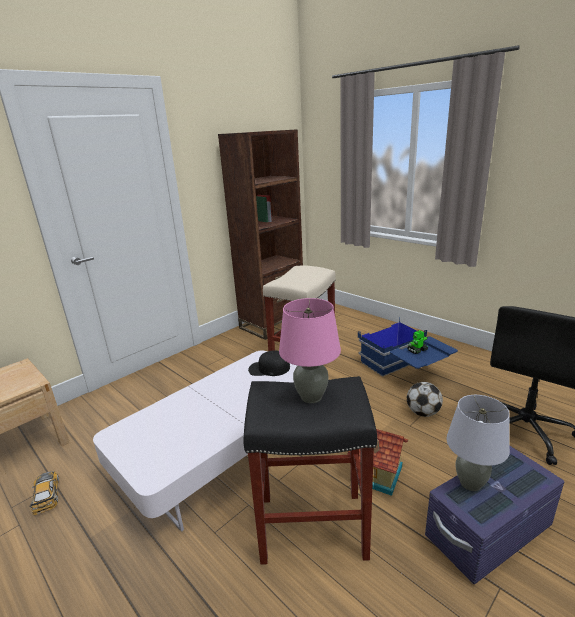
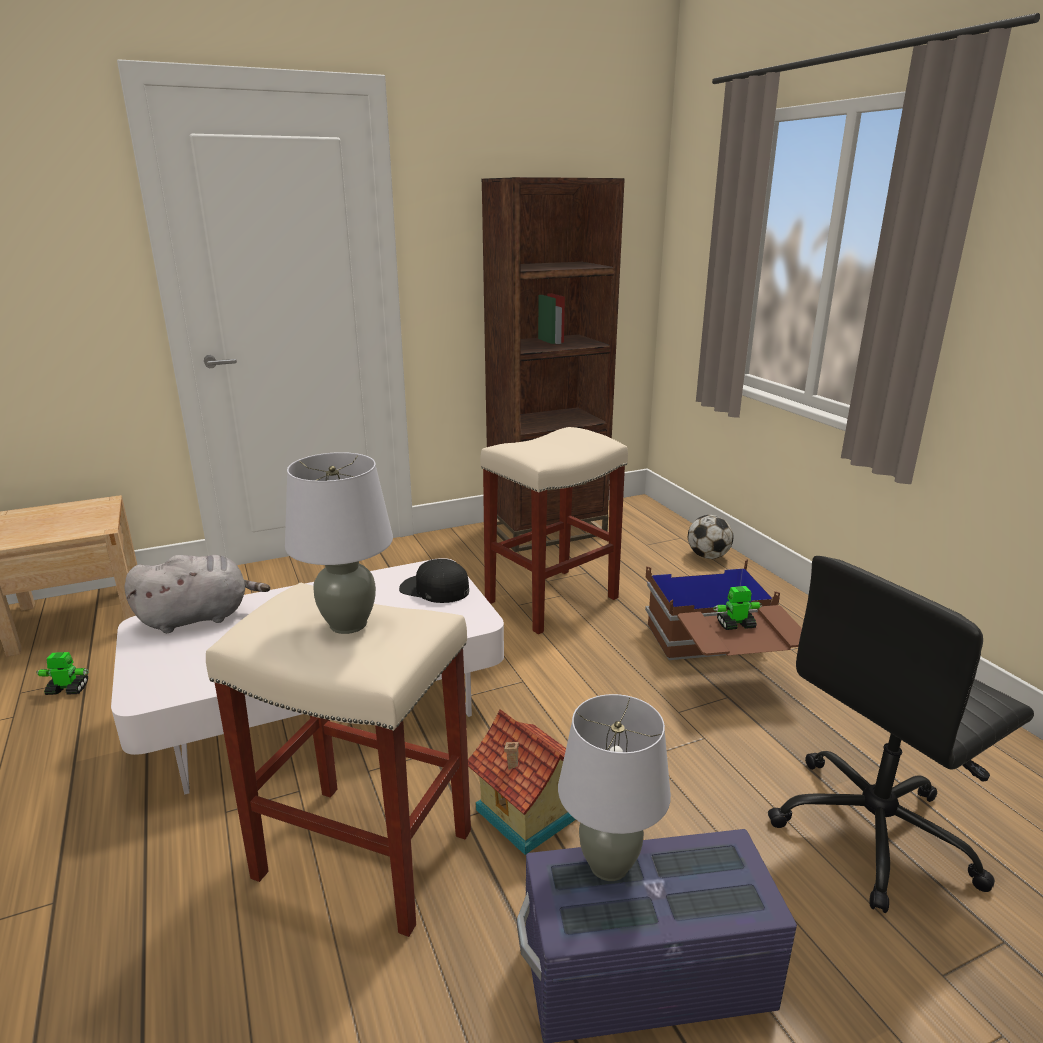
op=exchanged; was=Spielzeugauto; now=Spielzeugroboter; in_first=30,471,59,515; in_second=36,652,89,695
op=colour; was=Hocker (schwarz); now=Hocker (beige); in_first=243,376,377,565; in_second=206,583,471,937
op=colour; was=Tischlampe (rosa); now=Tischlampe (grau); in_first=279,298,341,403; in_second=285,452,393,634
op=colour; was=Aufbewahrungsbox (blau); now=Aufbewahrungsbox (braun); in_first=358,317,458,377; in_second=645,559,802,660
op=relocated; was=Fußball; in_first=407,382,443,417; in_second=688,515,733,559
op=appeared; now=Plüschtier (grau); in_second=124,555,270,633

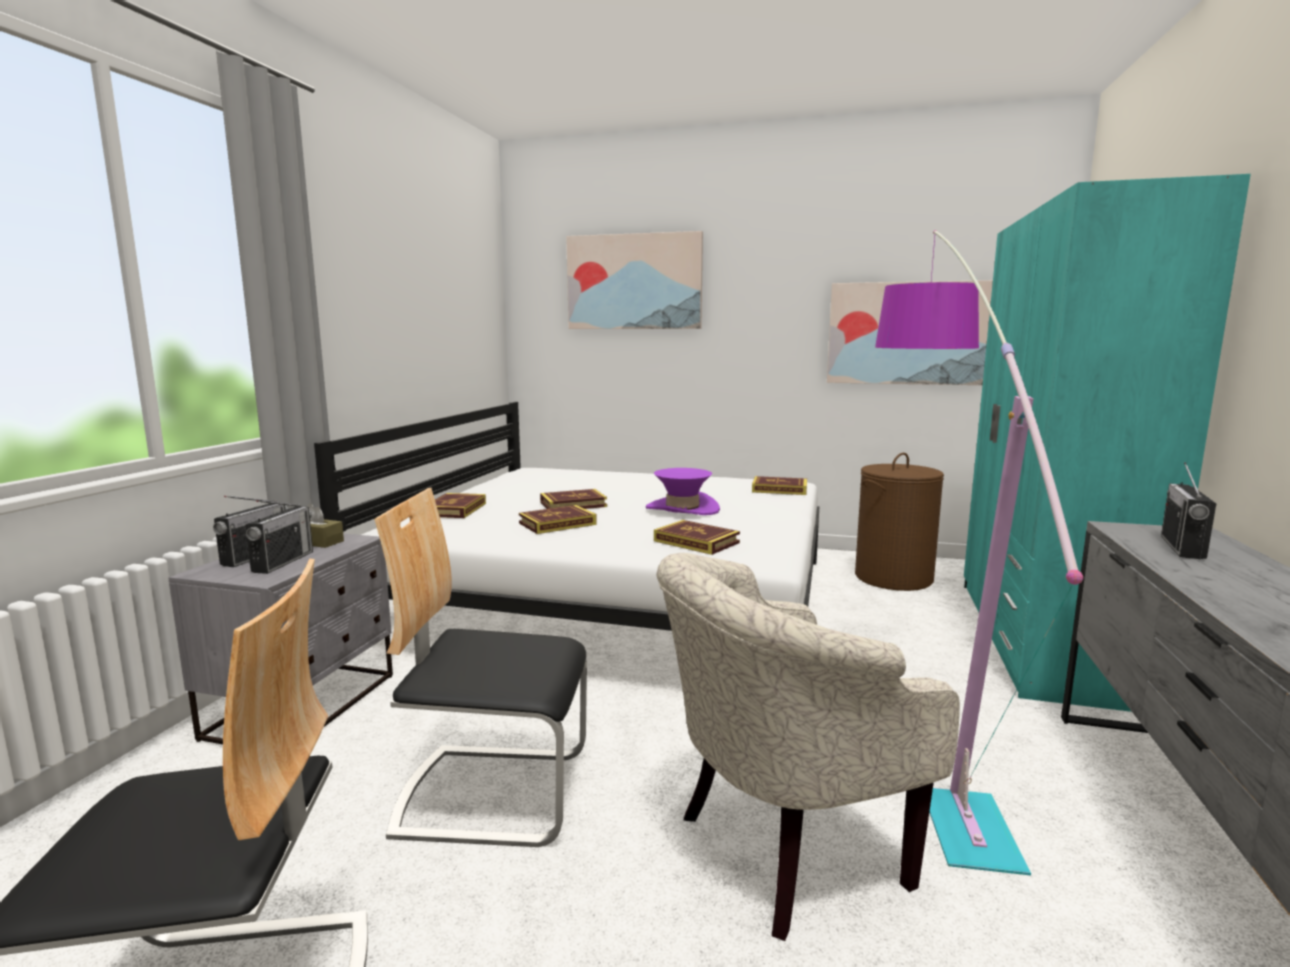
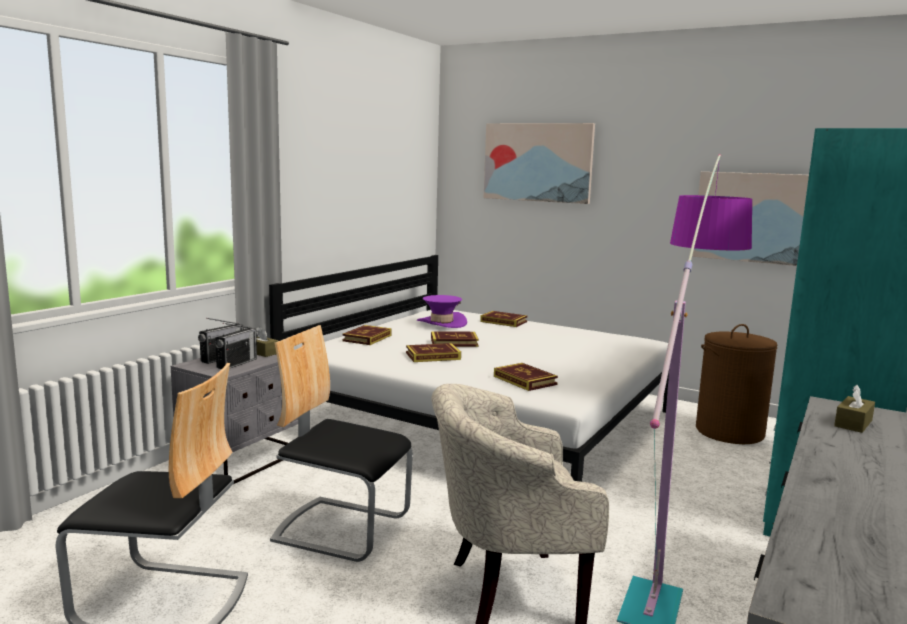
op=relocated; was=Hut (lila); in_first=646,468,720,515; in_second=417,295,467,328
op=relocated; was=Buch; in_first=752,476,807,495; in_second=480,311,528,327
op=exchanged; was=Radio; now=Taschentuchbox (braun); in_first=1161,462,1216,559; in_second=834,385,875,433

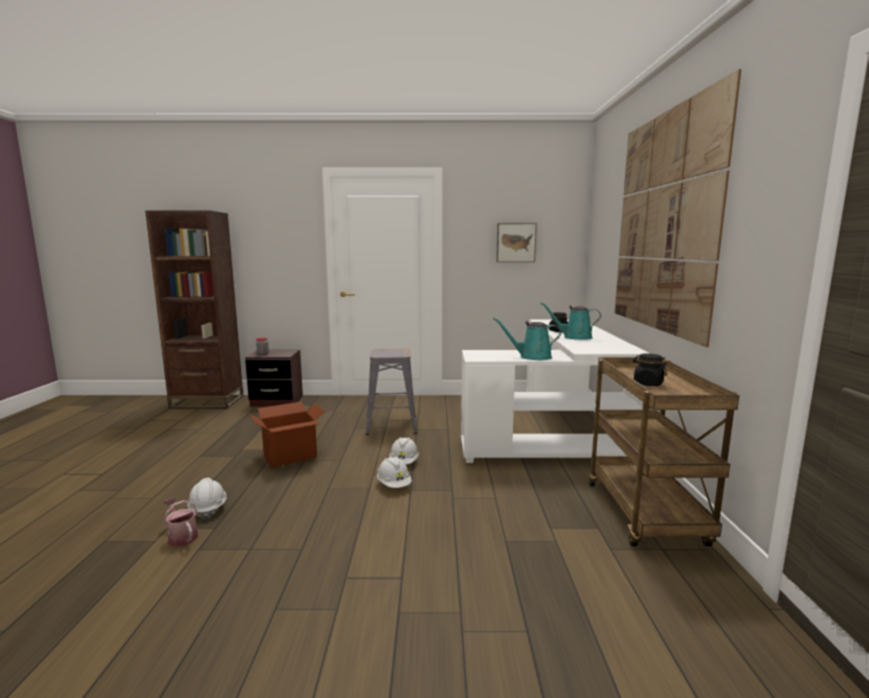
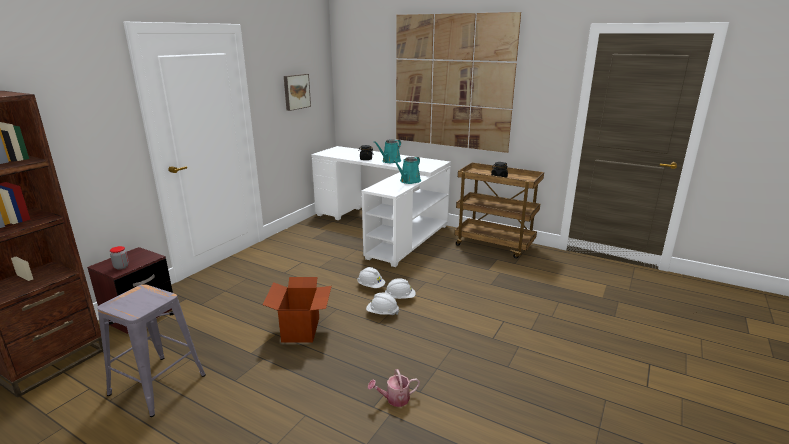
op=relocated; was=Schutzhelm (weiß); in_first=187,478,227,520; in_second=366,293,399,315
op=relocated; was=Hocker (grau); in_first=366,349,417,435; in_second=97,284,206,417

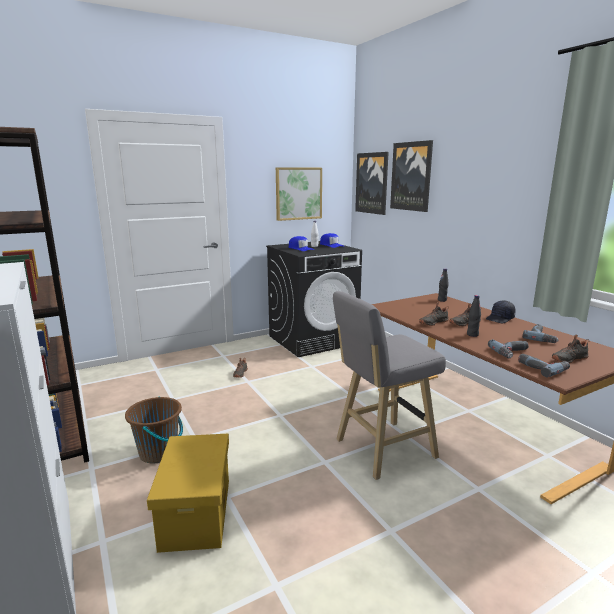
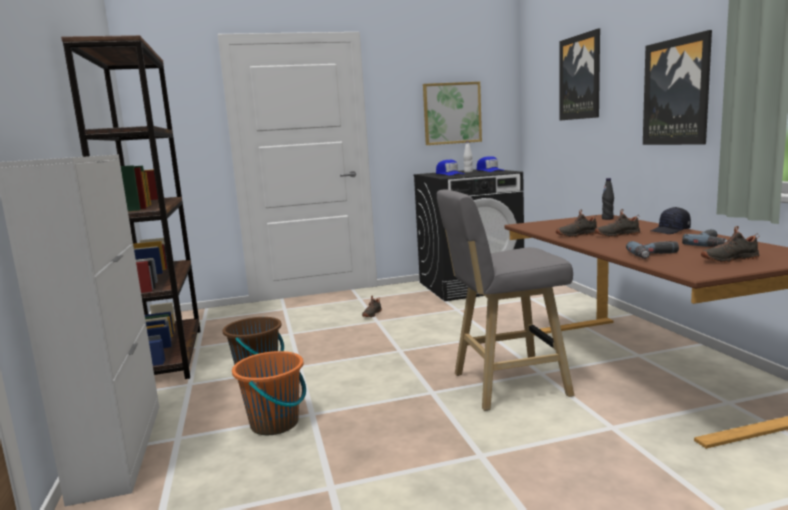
op=exchanged; was=Aufbewahrungsbox (gelb); now=Eimer (orange); in_first=147,434,229,553; in_second=232,351,306,435
op=relocated; was=Bild; in_first=355,152,389,215; in_second=643,30,712,145
op=missing; was=Flasche (schwarz); in_first=467,295,481,337
op=missing; was=Bohrmaschine; in_first=518,354,570,377

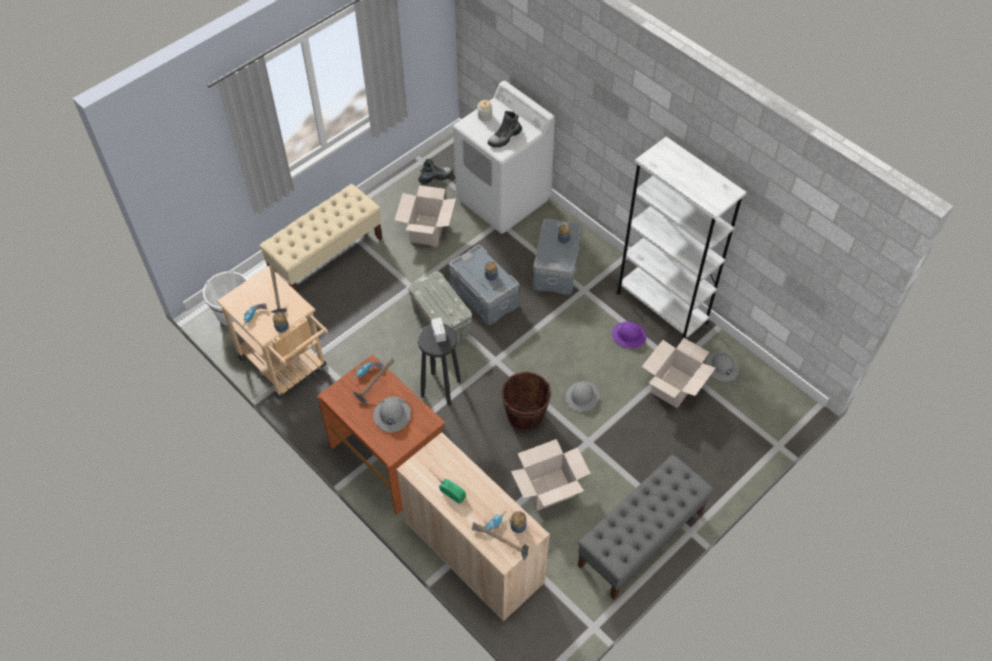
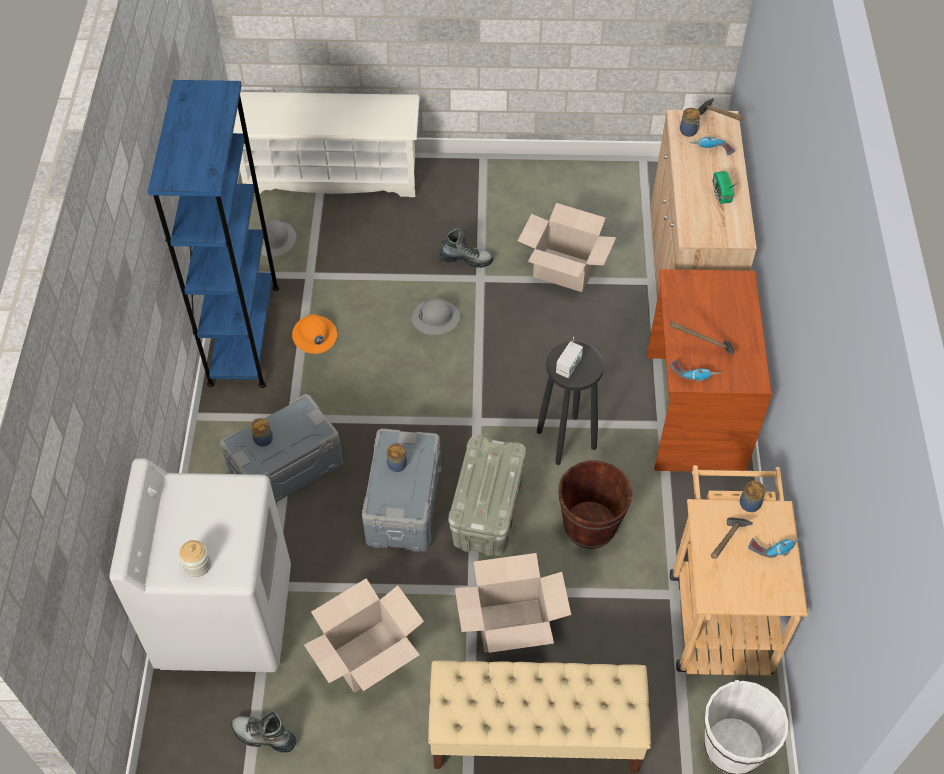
op=missing; was=Schutzhelm (grau); in_first=373,397,411,432
op=relocated; was=Stiefel; in_first=488,111,522,148; in_second=439,228,493,268
op=relocated; was=Eimer (braun); in_first=502,372,551,432; in_second=558,460,633,549
op=missing; was=Bank (grau); in_first=578,455,714,600
op=colour; was=Schutzhelm (lila); now=Schutzhelm (orange); in_first=612,322,647,348; in_second=292,314,337,354
op=colour; was=Bücherregal (weiß); now=Bücherregal (blau); in_first=616,137,747,342; in_second=148,80,279,388
op=relocated; was=Karton; in_first=642,338,716,408; in_second=455,553,571,653
op=appeared; now=Schuhregal (weiß); in_second=233,92,420,197

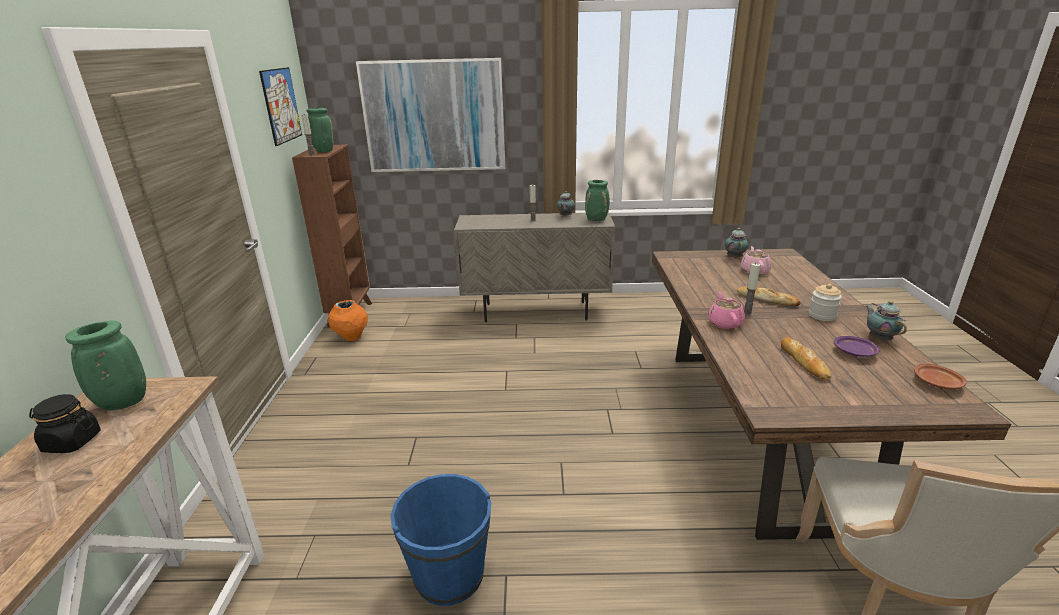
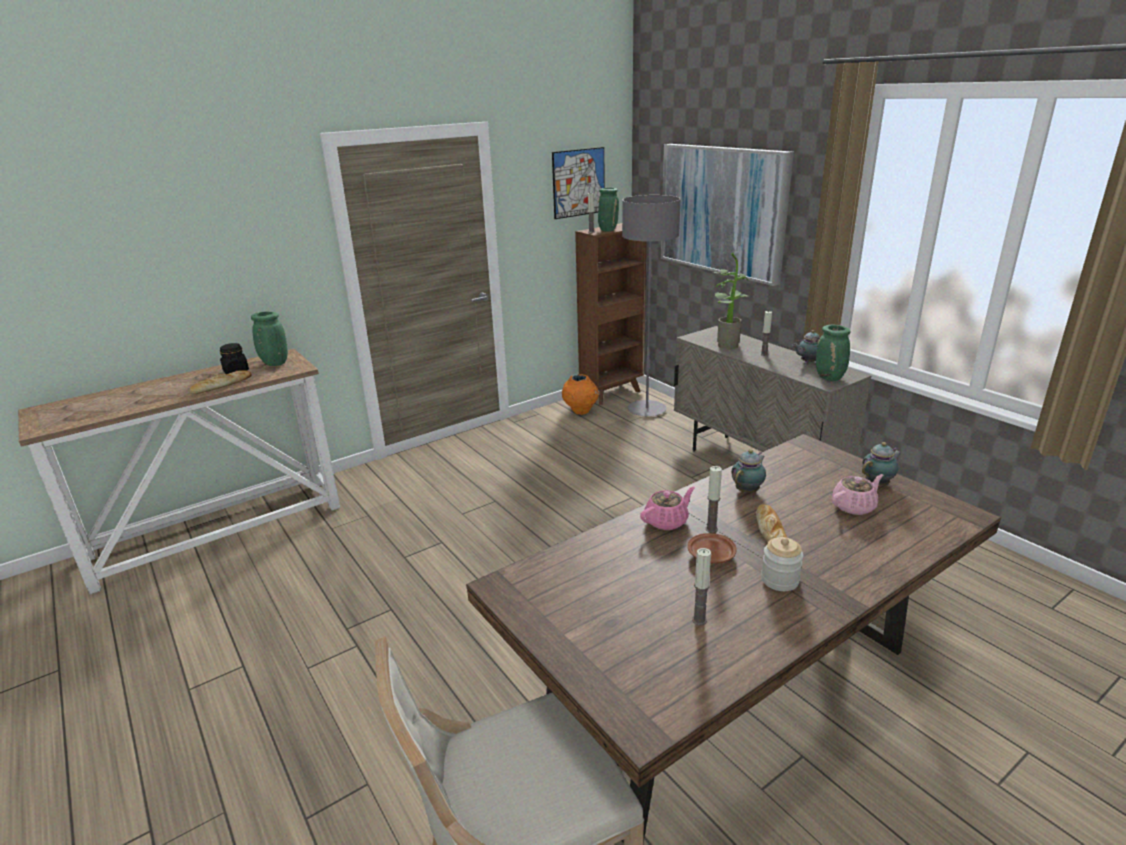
op=missing; was=Eimer (blau); in_first=390,474,491,606
op=relocated; was=Brot; in_first=781,337,831,380; in_second=190,370,252,394
op=exchanged; was=Teller (lila); now=Kerze; in_first=834,336,880,357; in_second=692,548,711,626
op=relocated; was=Teekanne; in_first=866,301,907,342; in_second=731,449,766,493
op=relocated; was=Teller (braun); in_first=914,364,967,389; in_second=687,533,737,564
op=appeared; now=Stehlampe (grau); in_second=622,195,681,416
op=appeared; now=Topfpflanze; in_second=713,253,749,349

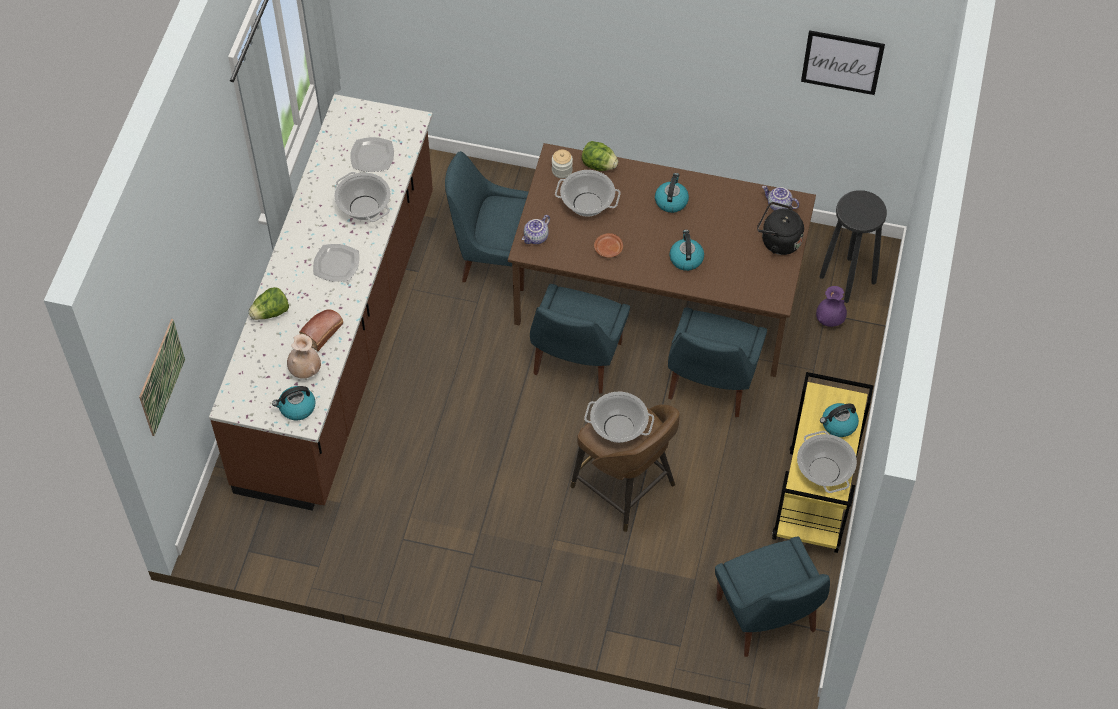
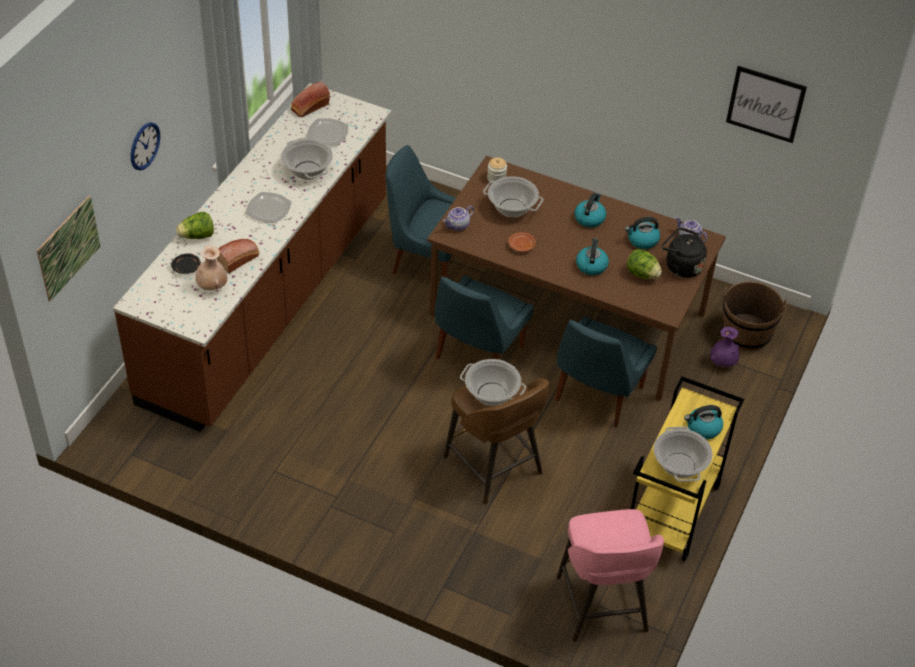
op=relocated; was=Wasserkessel; in_first=272,386,316,420; in_second=625,217,660,249
op=relocated; was=Salatkopf; in_first=581,141,618,171; in_second=627,249,662,279
op=exchanged; was=Stuhl (blau); now=Hocker (rosa); in_first=715,537,830,657; in_second=557,509,664,642
op=exchanged; was=Hocker (schwarz); now=Eimer (braun); in_first=820,190,887,303; in_second=722,281,787,351
op=appeared; now=Wanduhr; in_second=131,122,160,171
op=appeared; now=Teller (schwarz); in_second=171,253,201,274
op=appeared; now=Brot; in_second=291,82,330,117

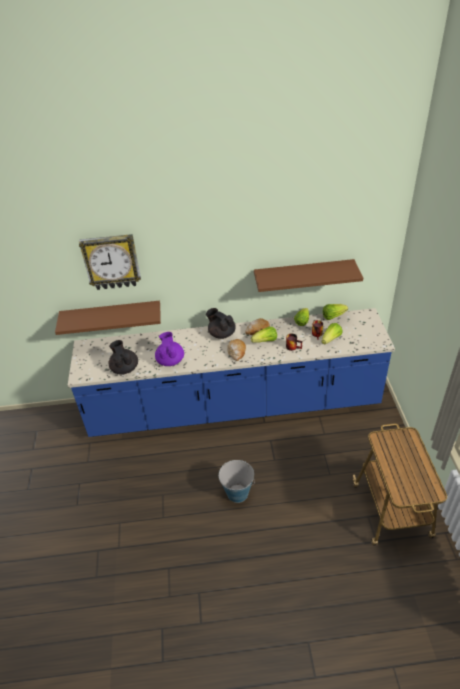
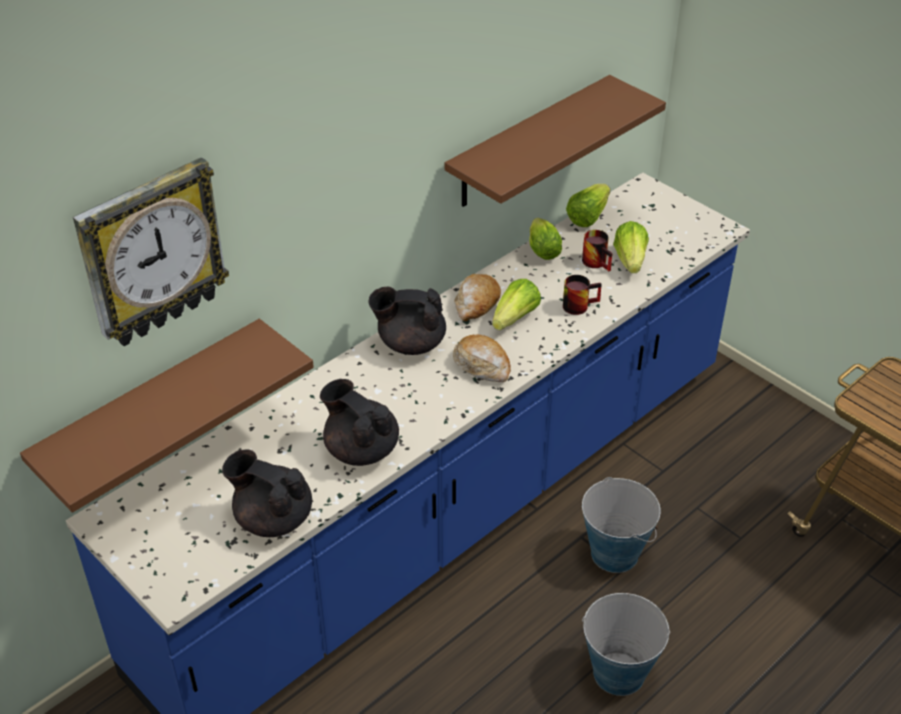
op=colour; was=Teekanne (lila); now=Teekanne (schwarz); in_first=155,332,184,366; in_second=320,379,399,466
op=appeared; now=Eimer; in_second=582,477,661,573

